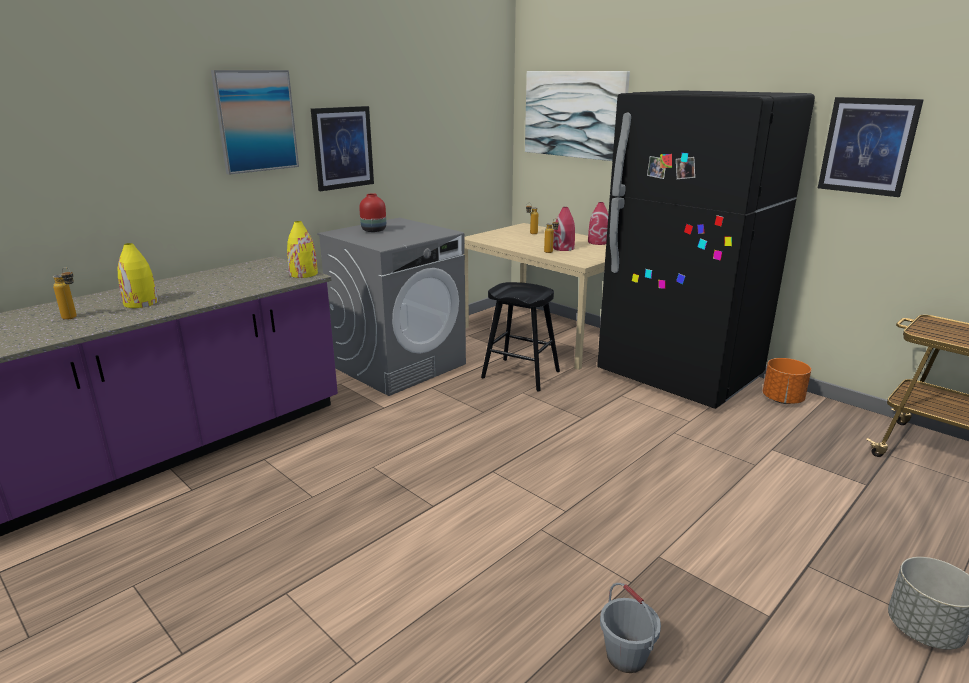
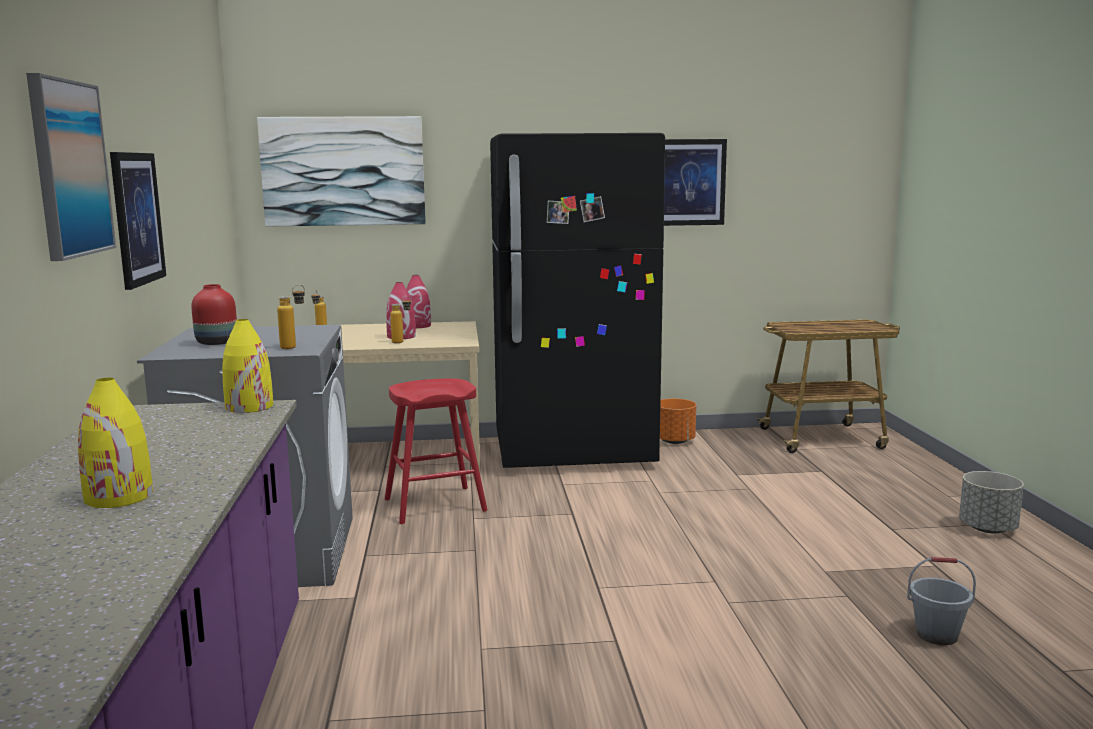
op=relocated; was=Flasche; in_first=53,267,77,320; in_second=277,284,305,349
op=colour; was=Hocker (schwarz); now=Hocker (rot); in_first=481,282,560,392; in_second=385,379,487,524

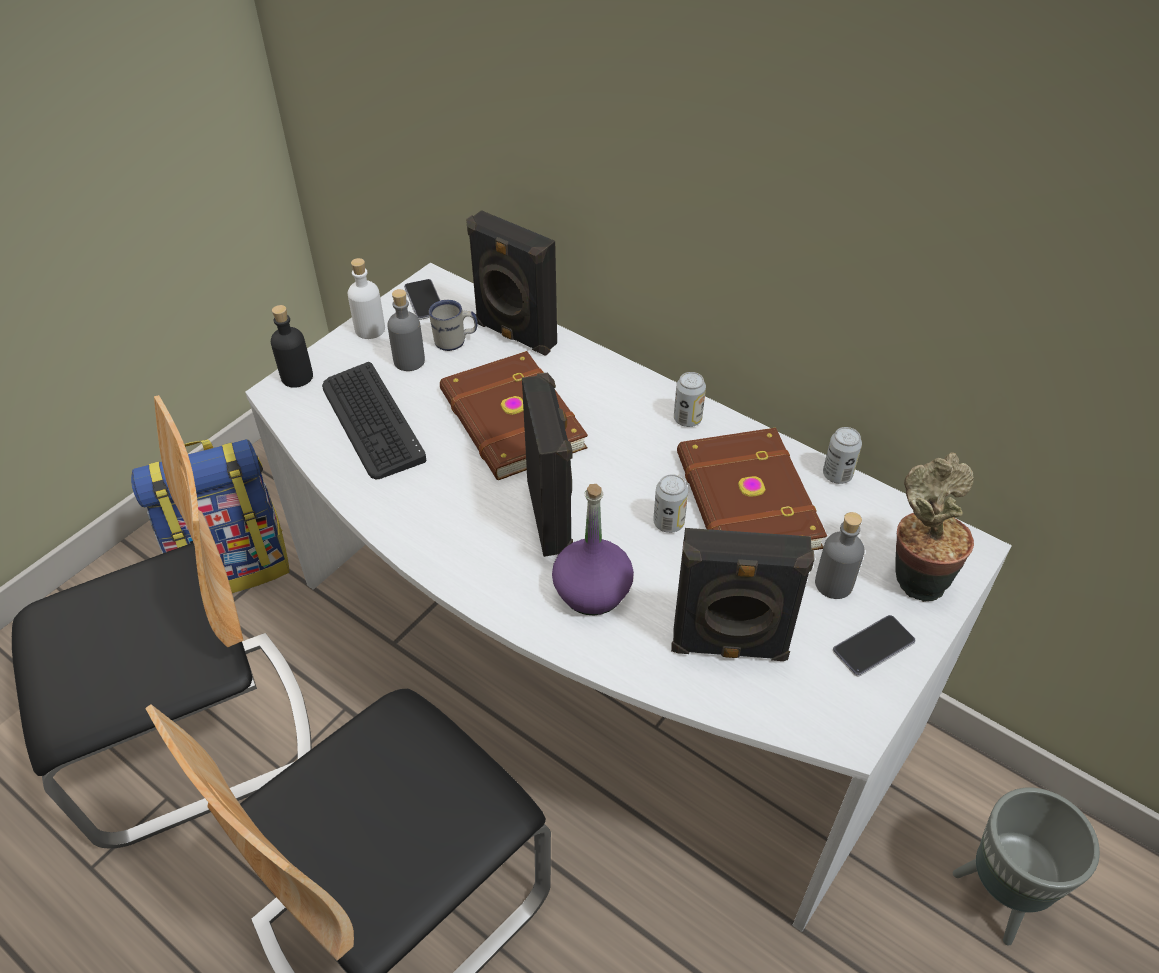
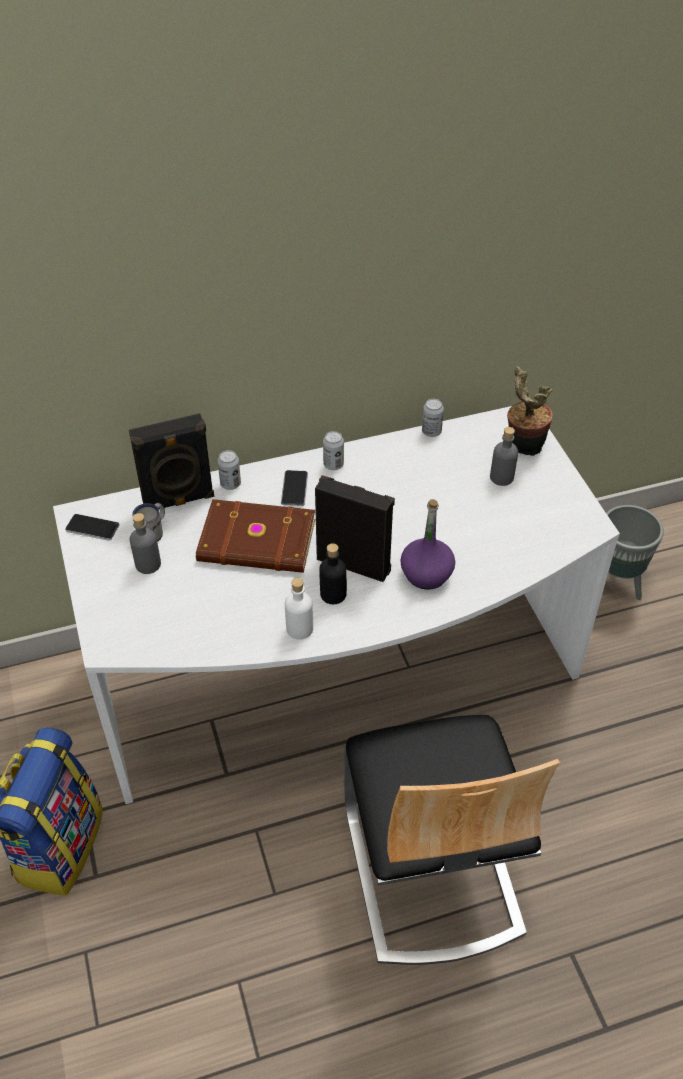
op=missing; was=Stuhl; in_first=12,395,312,849
op=relocated; was=Flasche (schwarz); in_first=271,305,313,388; in_second=319,543,347,604
op=missing; was=Tastatur; in_first=322,362,426,480
op=relocated; was=Flasche (weiß); in_first=348,258,385,339; in_second=285,578,313,640
op=relocated; was=Dose; in_first=653,474,688,533; in_second=218,450,241,490
op=missing; was=Lautsprecher (schwarz); in_first=671,528,814,661
op=missing; was=Buch (braun); in_first=677,428,827,550
op=relocated; was=Handy; in_first=833,615,916,676; in_second=281,470,308,506

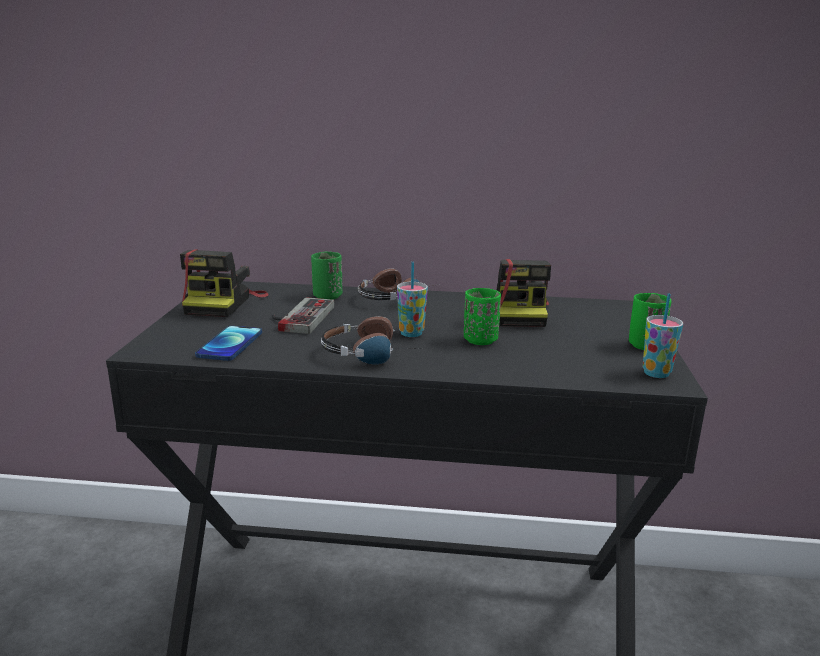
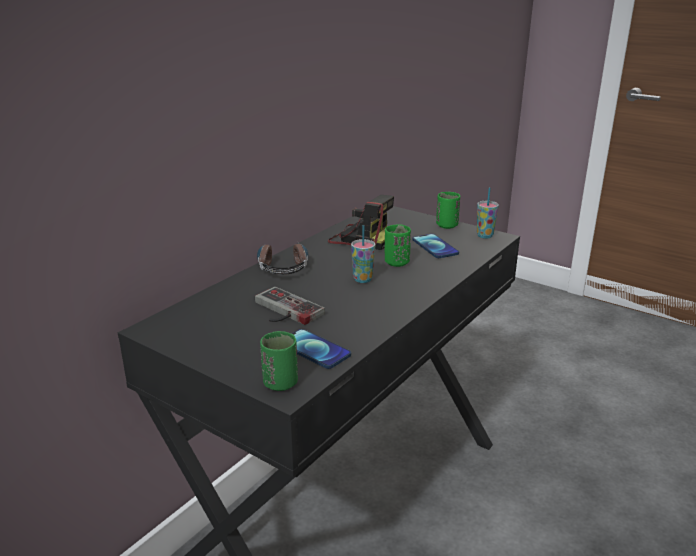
op=missing; was=Kamera; in_first=180,249,269,317
op=relocated; was=Tasse (grün); in_first=311,252,343,300; in_second=260,331,298,391
op=missing; was=Kopfhörer; in_first=321,316,426,365
op=appeared; now=Handy; in_second=412,234,459,258

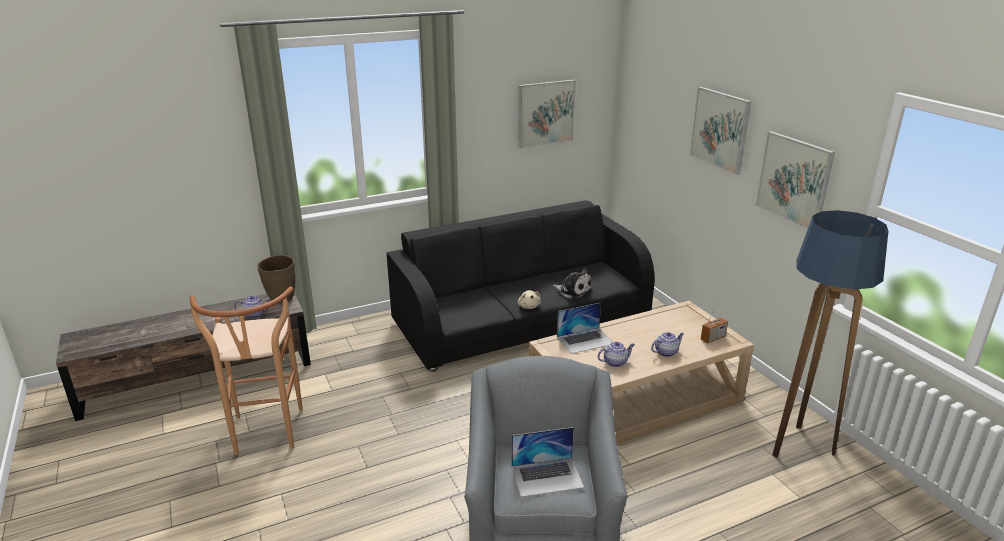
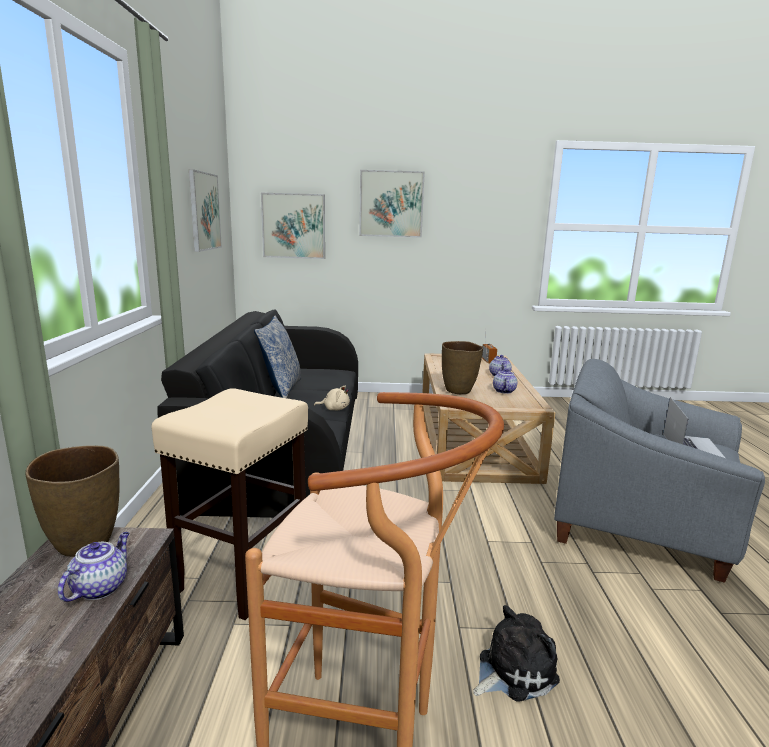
op=relocated; was=Plüschtier; in_first=553,268,592,300; in_second=473,605,560,702
op=exchanged; was=Laptop; now=Vase (braun); in_first=557,303,612,354; in_second=442,341,483,394
op=relocated; was=Bild; in_first=756,131,835,229; in_second=261,193,325,259
op=missing; was=Stehlampe; in_first=772,210,888,458
op=appeared; now=Hocker (beige); in_second=151,388,308,620
op=appeared; now=Kissen; in_second=254,316,301,398

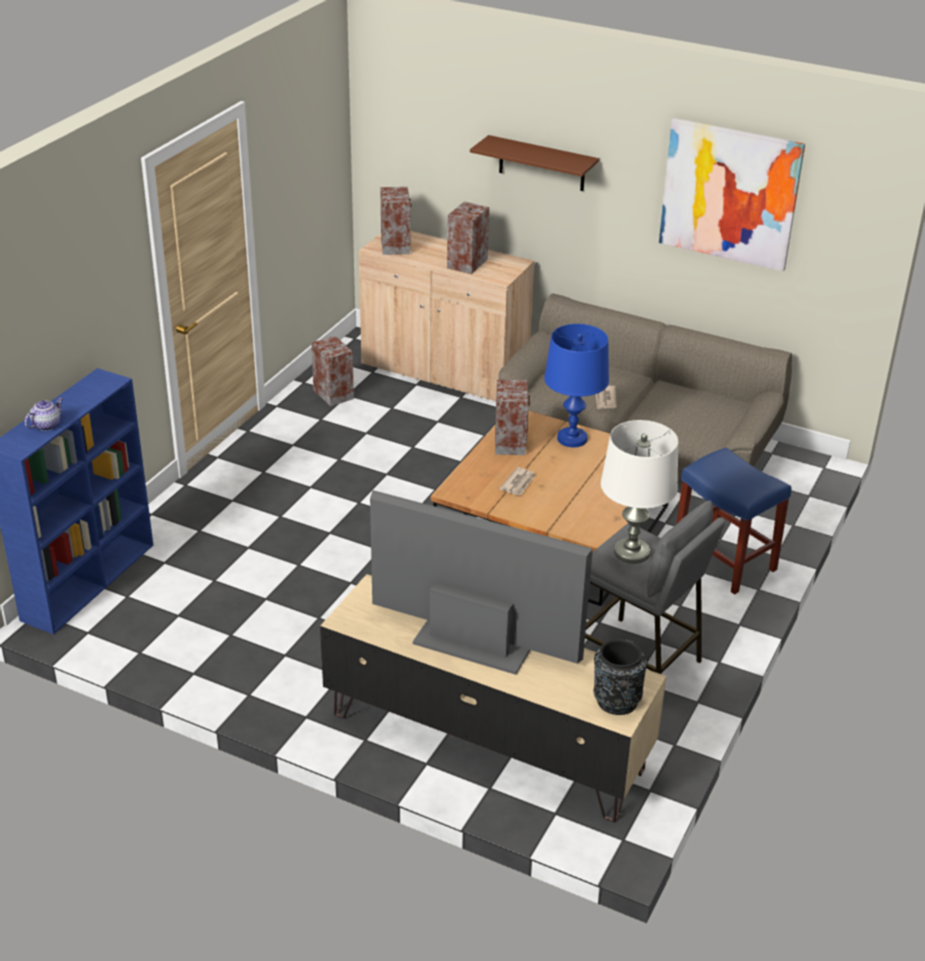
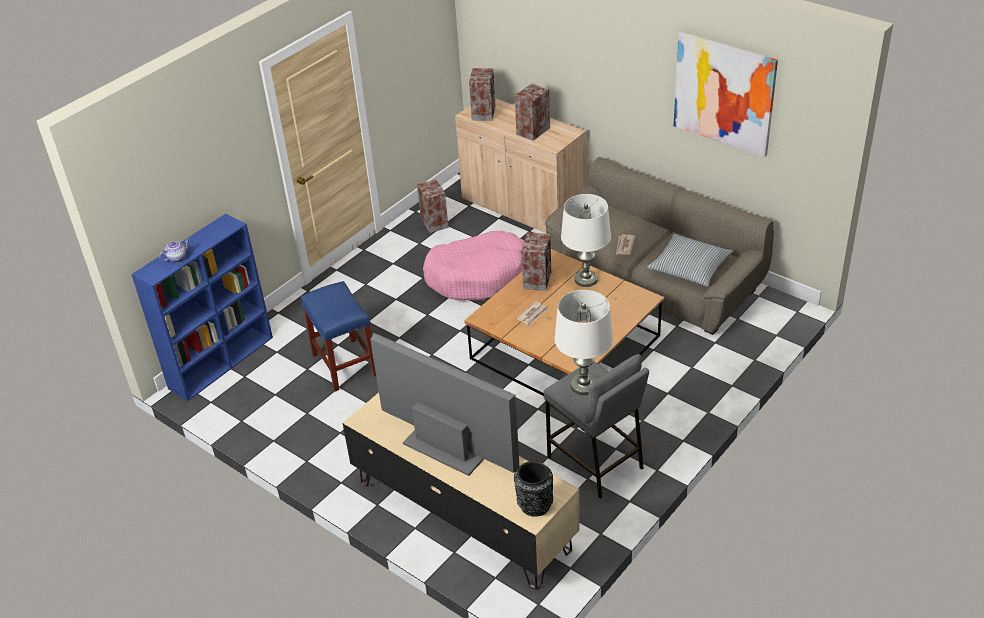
op=missing; was=Wandregal (braun); in_first=470,135,599,191
op=colour; was=Tischlampe (blau); now=Tischlampe (weiß); in_first=544,324,609,447; in_second=561,194,611,287
op=relocated; was=Hocker (blau); in_first=677,447,791,594; in_second=301,281,376,392
op=appeared; now=Hundebett (rosa); in_second=423,231,524,301
op=appeared; now=Kissen; in_second=647,234,733,287

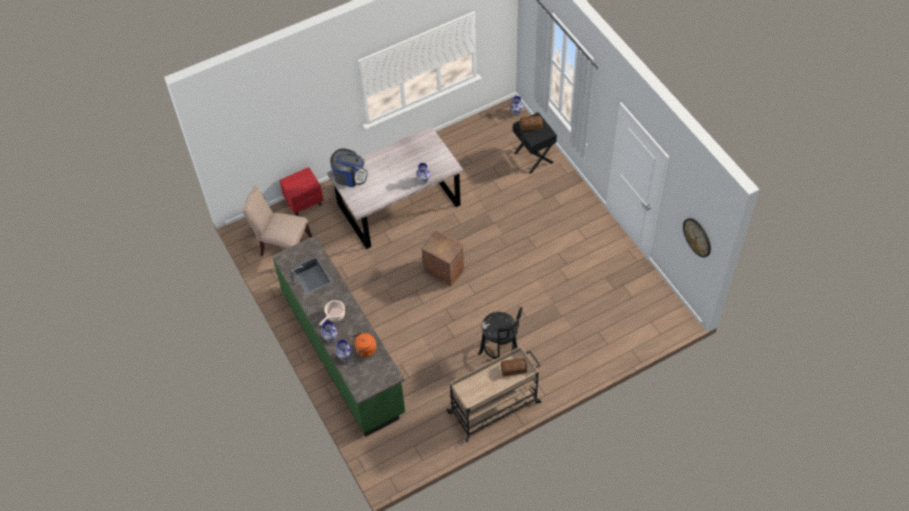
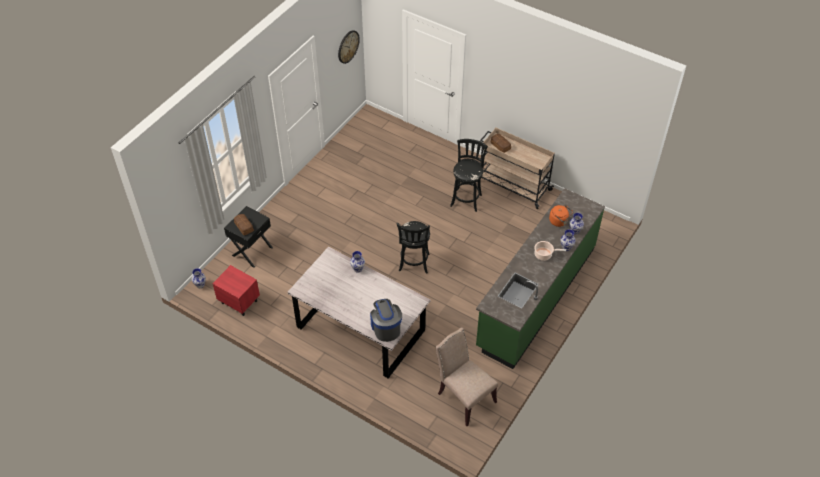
op=spun; was=Stuhl (beige); in_first=242,186,312,256; in_second=435,327,498,426; clockwise=150
op=relocated; was=Nachttisch (rot); in_first=279,167,324,216; in_second=212,265,260,316
op=exchanged; was=Kiste; now=Hocker (schwarz); in_first=420,230,465,286; in_second=397,221,430,274

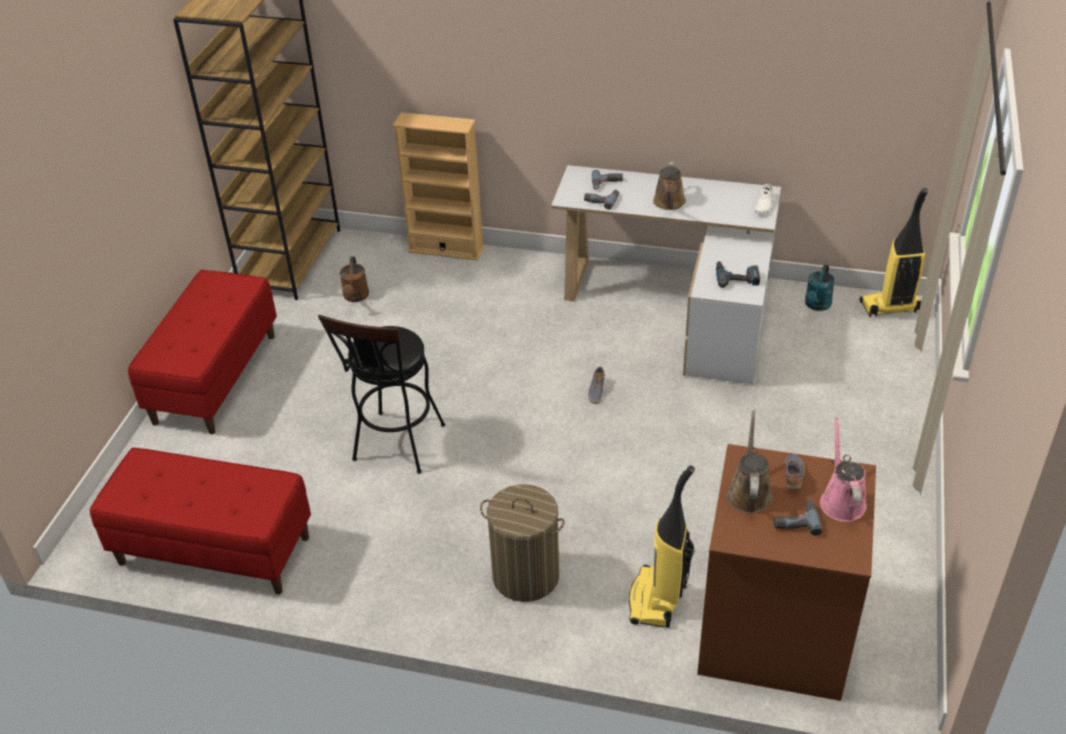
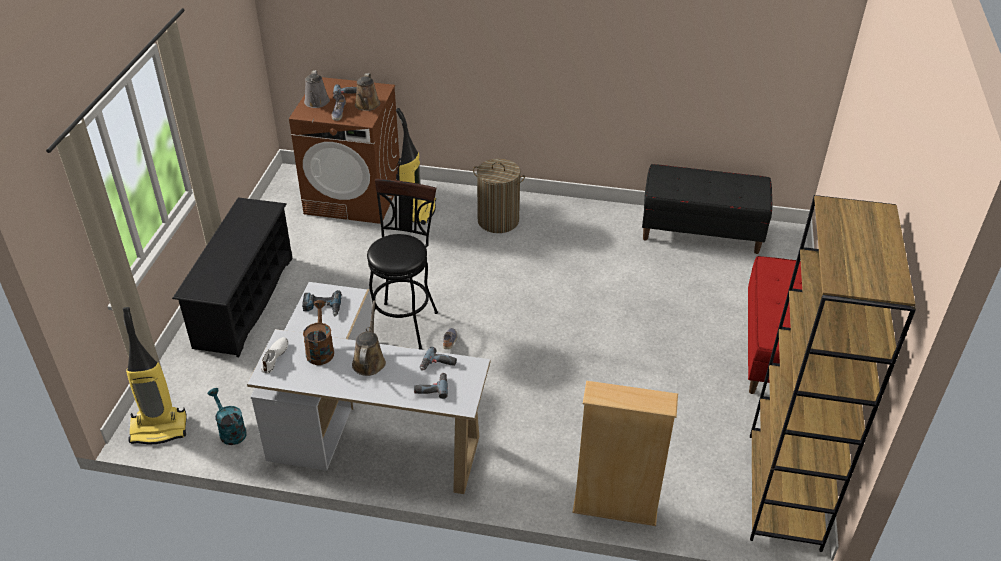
op=colour; was=Bank (rot); now=Bank (schwarz); in_first=90,448,311,594; in_second=642,164,772,254
op=relocated; was=Hocker (schwarz); in_first=318,315,445,474; in_second=367,178,438,350
op=relocated; was=Gießkanne (braun); in_first=340,257,369,302; in_second=303,300,334,365
op=spun; was=Gießkanne (türkis); in_first=805,264,835,311; in_second=208,388,247,445; clockwise=-60
op=colour; was=Gießkanne (rosa); now=Gießkanne (grau); in_first=820,417,867,522; in_second=304,70,330,108
op=appeared; now=Schuhregal (schwarz); in_second=172,197,293,357

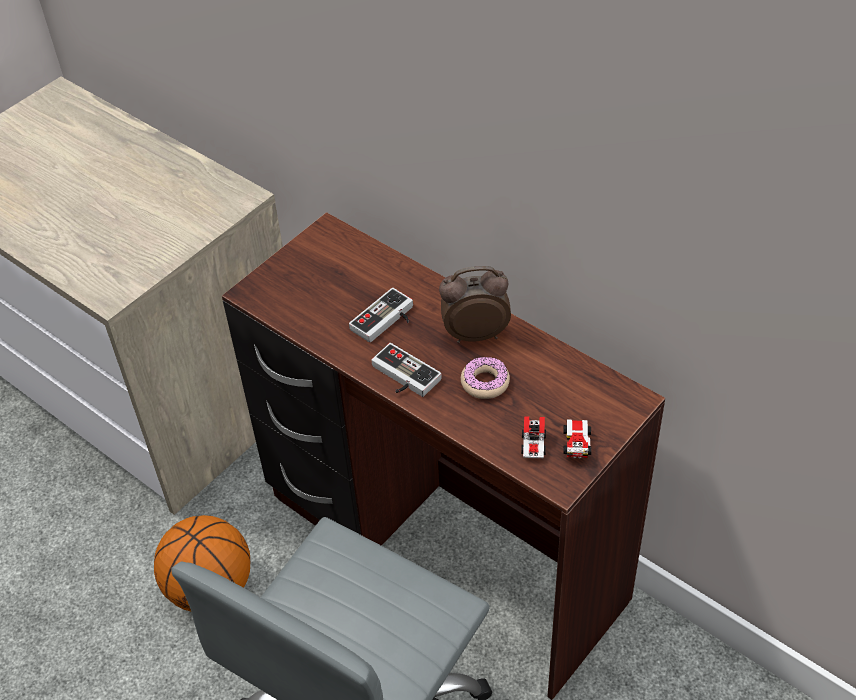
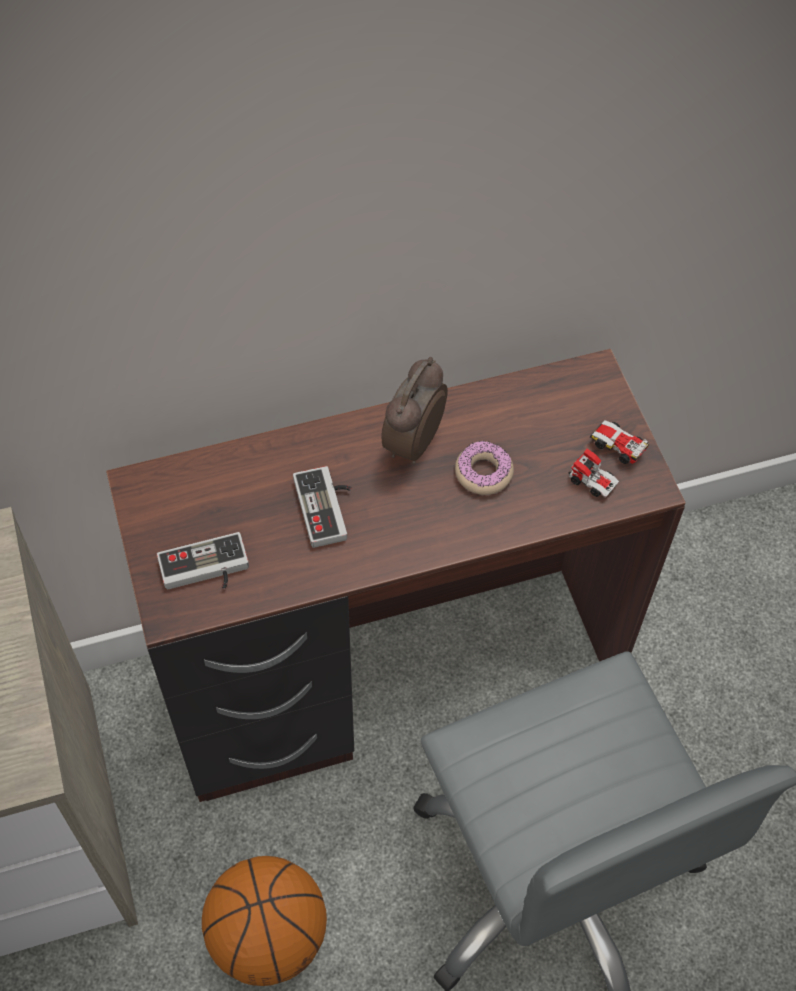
op=relocated; was=Gamepad; in_first=371,343,442,397; in_second=157,532,249,589

